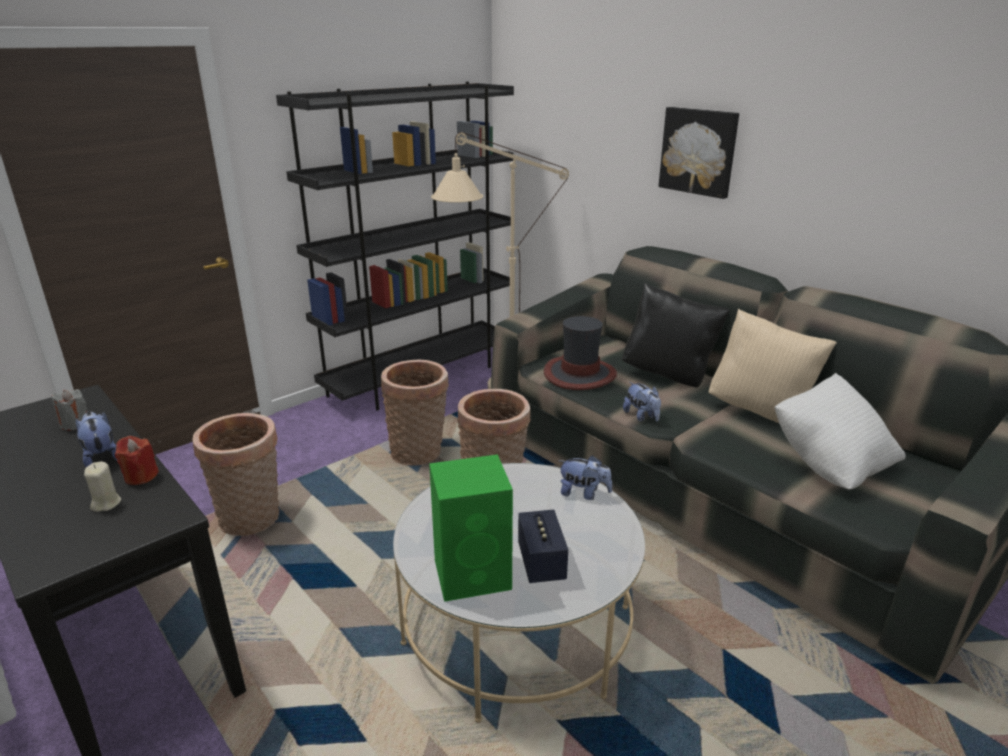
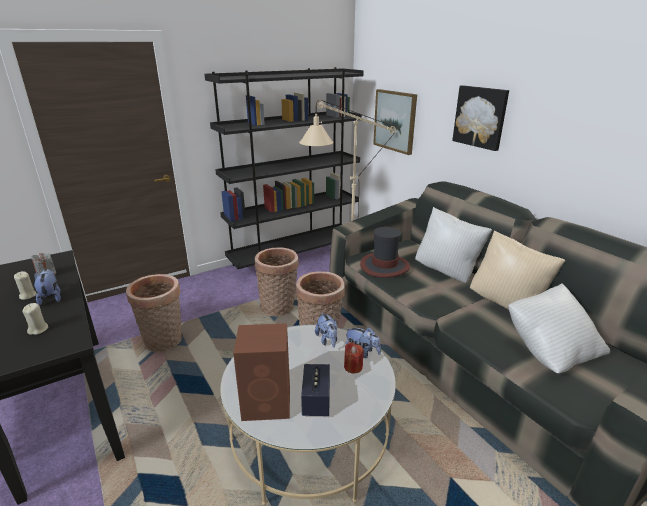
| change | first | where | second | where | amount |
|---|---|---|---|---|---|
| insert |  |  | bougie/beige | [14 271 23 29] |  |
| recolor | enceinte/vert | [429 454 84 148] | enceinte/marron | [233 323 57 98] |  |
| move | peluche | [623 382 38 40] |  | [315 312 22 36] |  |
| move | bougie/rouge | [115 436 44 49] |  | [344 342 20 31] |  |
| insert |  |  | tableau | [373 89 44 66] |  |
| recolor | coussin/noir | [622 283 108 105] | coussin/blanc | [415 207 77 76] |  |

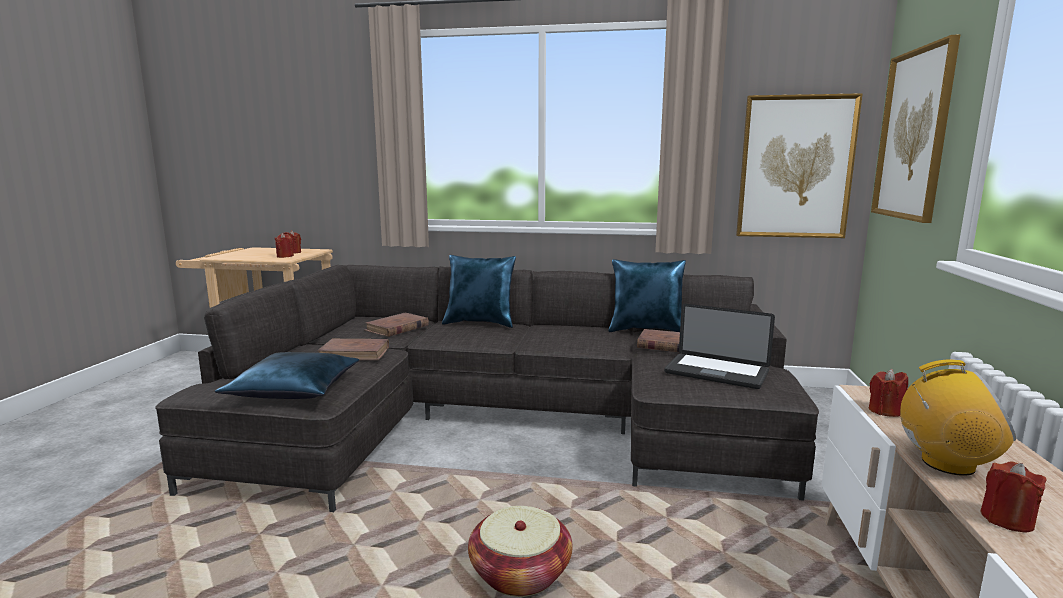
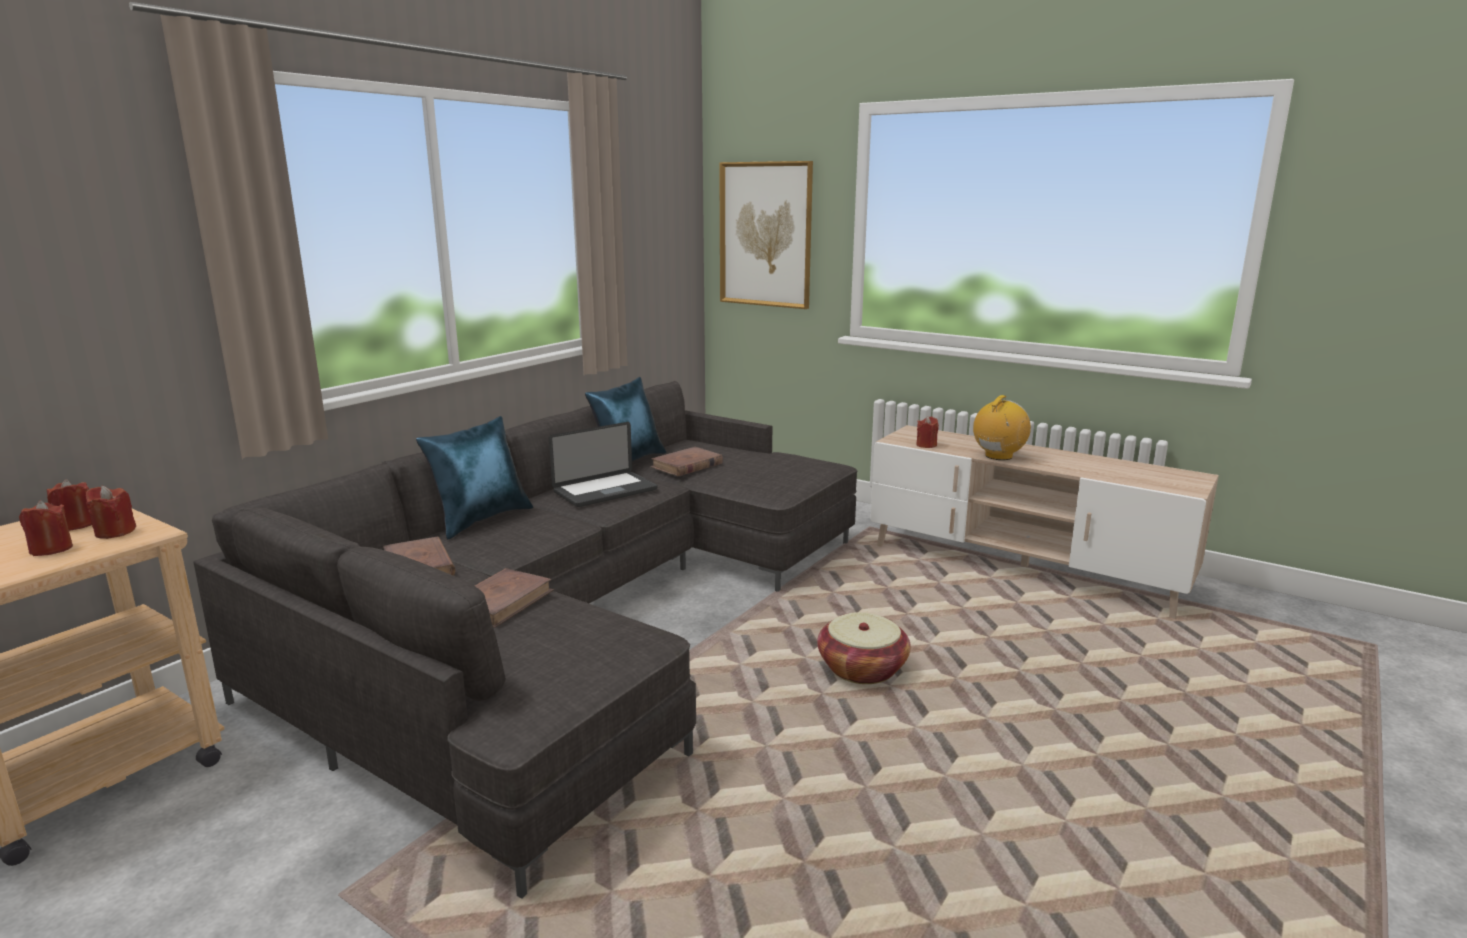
| change | first | where | second | where | amount |
|---|---|---|---|---|---|
| move | bougie/rouge | [981 461 66 72] |  | [19 500 54 56] |  |
| move | ordinateur portable | [664 304 111 85] |  | [549 422 108 85] |  |
| delete | coussin/bleu | [215 352 144 47] |  |  |  |
| delete | tableau | [736 93 127 145] |  |  |  |

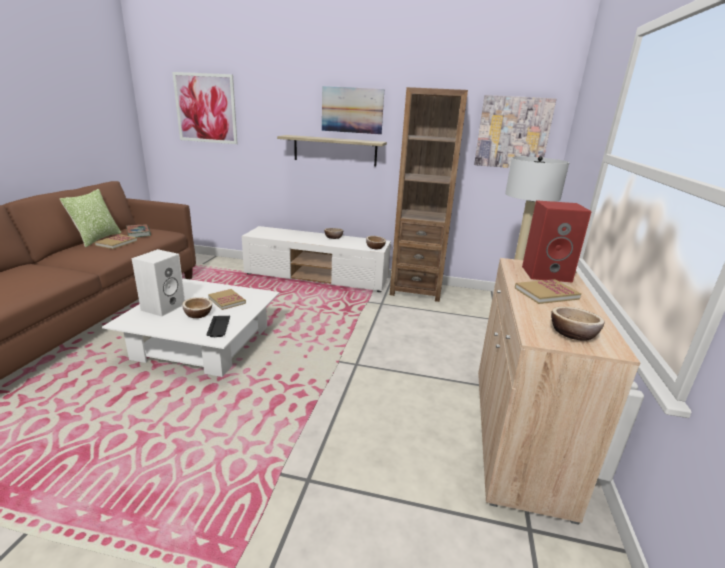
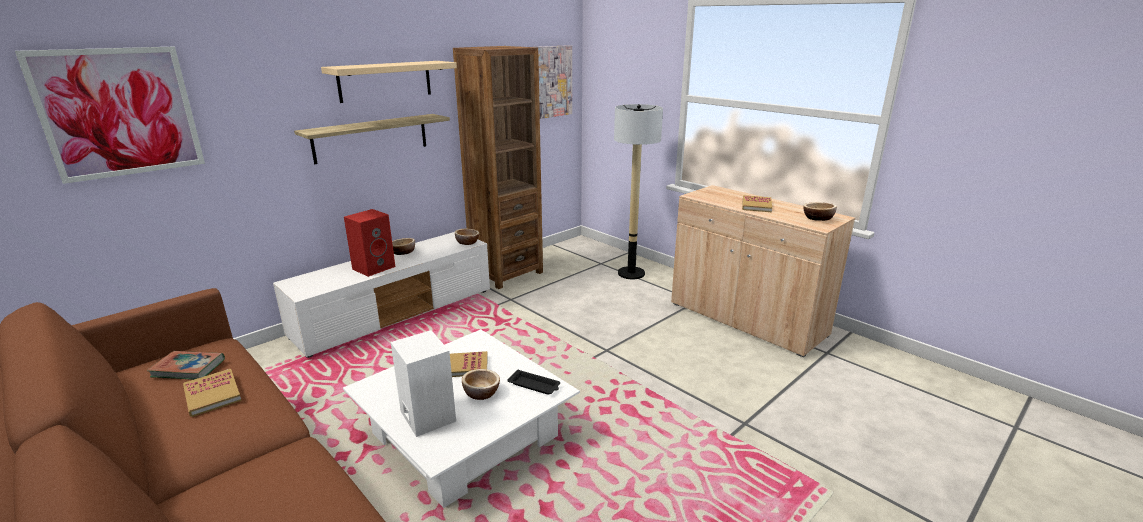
| change | first | where | second | where | amount |
|---|---|---|---|---|---|
| replace | tableau | [322 86 62 49] | étagère/beige | [321 61 136 42] |  |
| move | enceinte/rouge | [522 200 70 83] |  | [344 209 51 68] |  |
| delete | coussin | [60 189 61 58] |  |  |  |

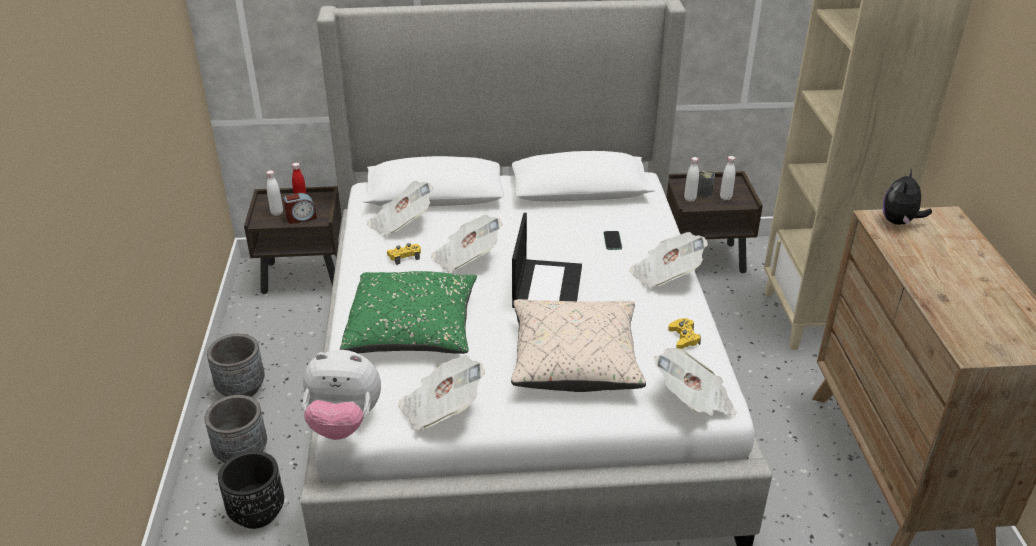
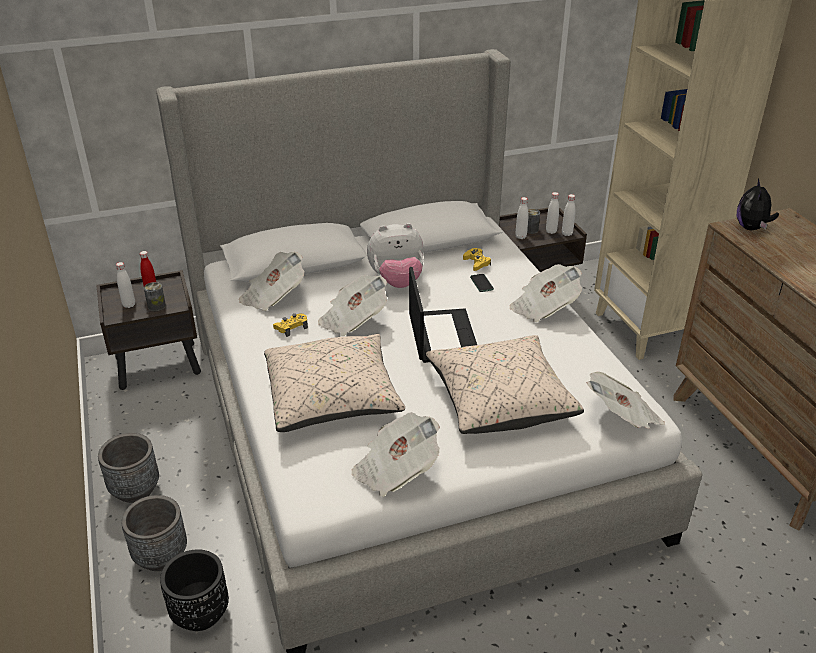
| change | first | where | second | where | amount |
|---|---|---|---|---|---|
| replace | réveil | [283 193 34 31] | boîte métallique | [144 282 22 29] |  |
| recolor | coussin/vert | [340 271 137 83] | coussin/beige | [264 334 141 98] |  |
| move | peluche | [302 350 79 90] |  | [367 223 57 65] |  |
| move | manette/jaune | [668 318 33 31] |  | [463 248 28 23] |  |
| insert |  |  | bouteille/blanc | [562 194 14 42] |  |

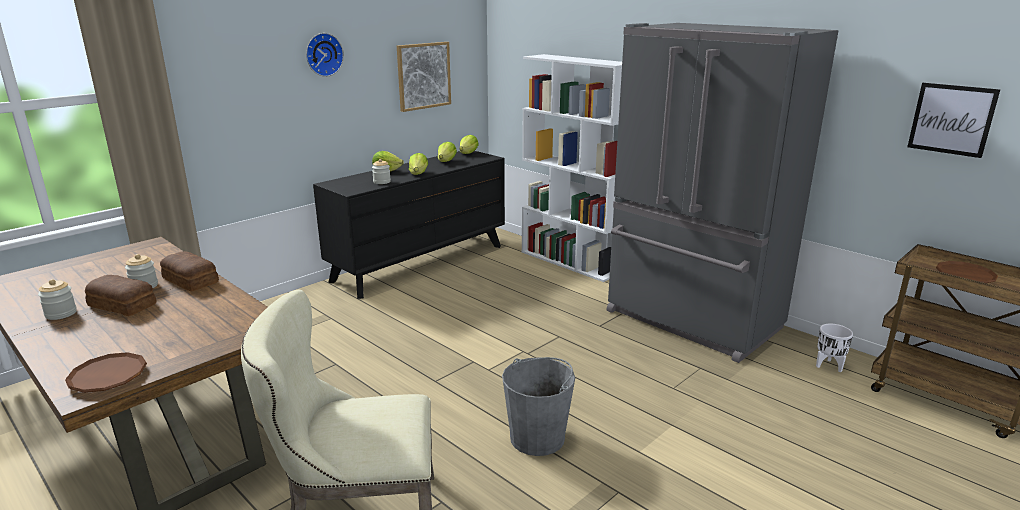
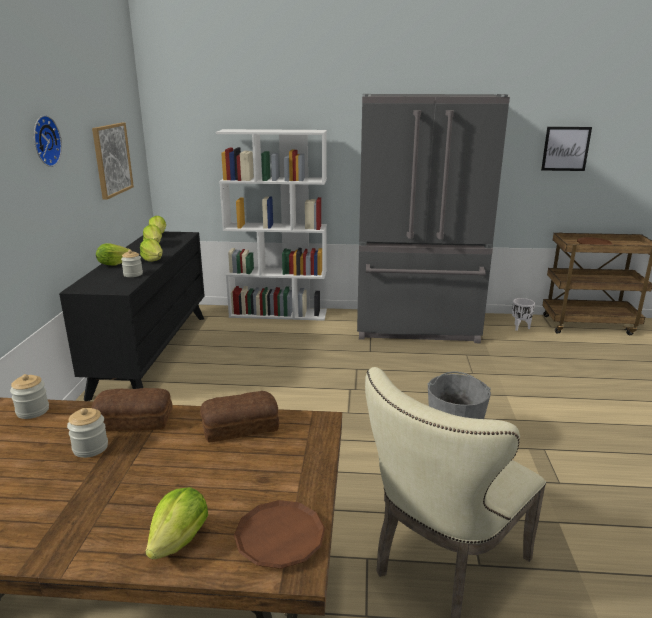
| change | first | where | second | where | amount |
|---|---|---|---|---|---|
| move | bocal | [38 279 39 41] |  | [10 374 39 45] |  |
| insert |  |  | laitue | [146 487 62 72] |  |
| move | pain | [85 275 71 41] |  | [200 391 79 52] |  |

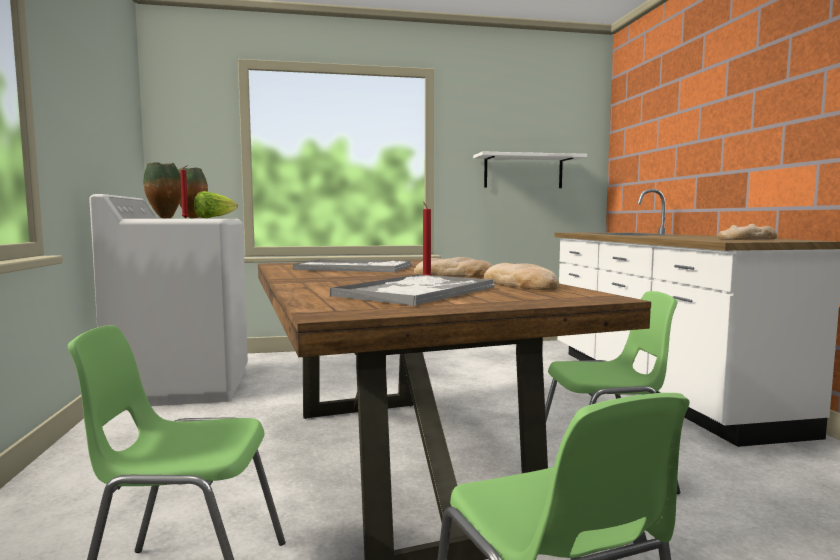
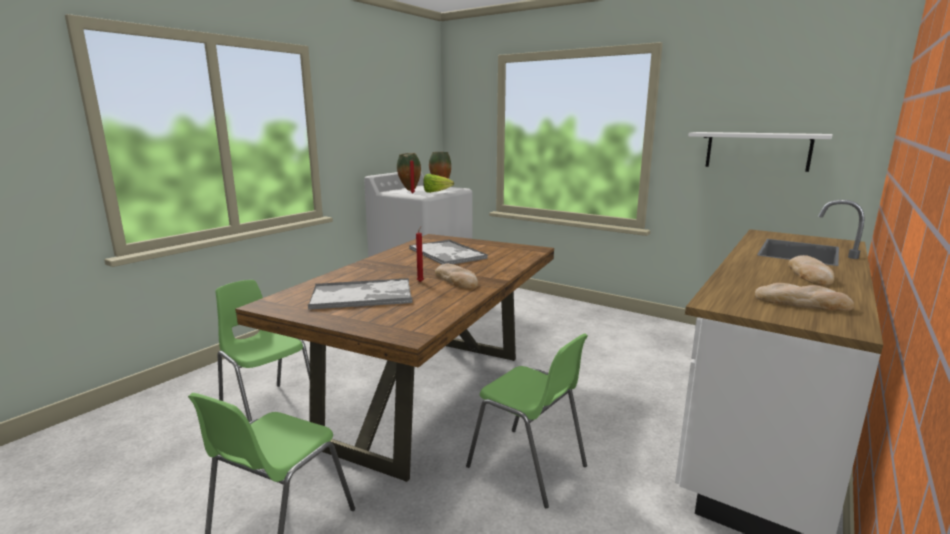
| change | first | where | second | where | amount |
|---|---|---|---|---|---|
| move | pain | [484 263 75 27] |  | [788 255 47 31] |  |

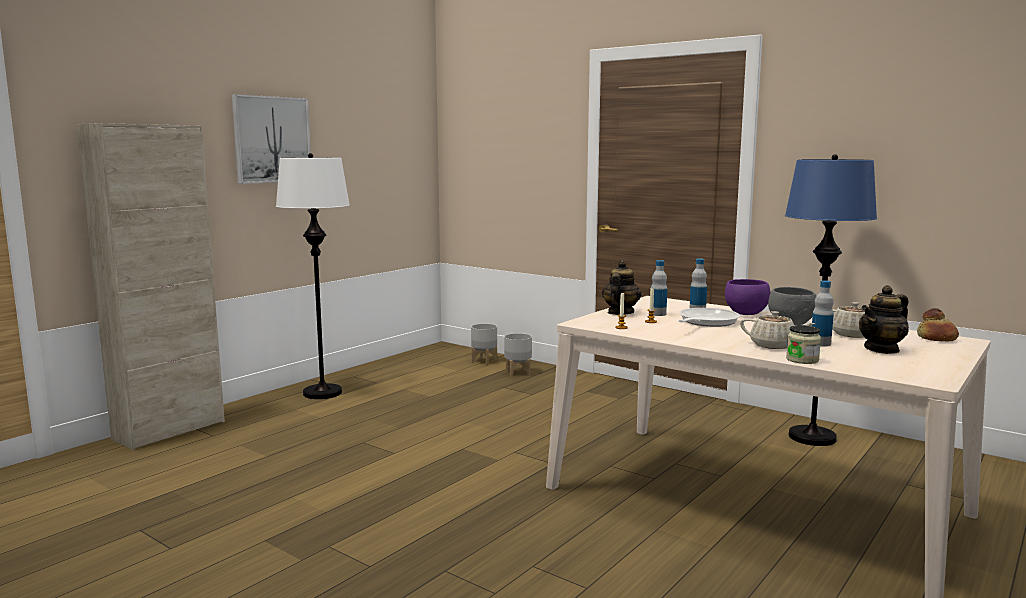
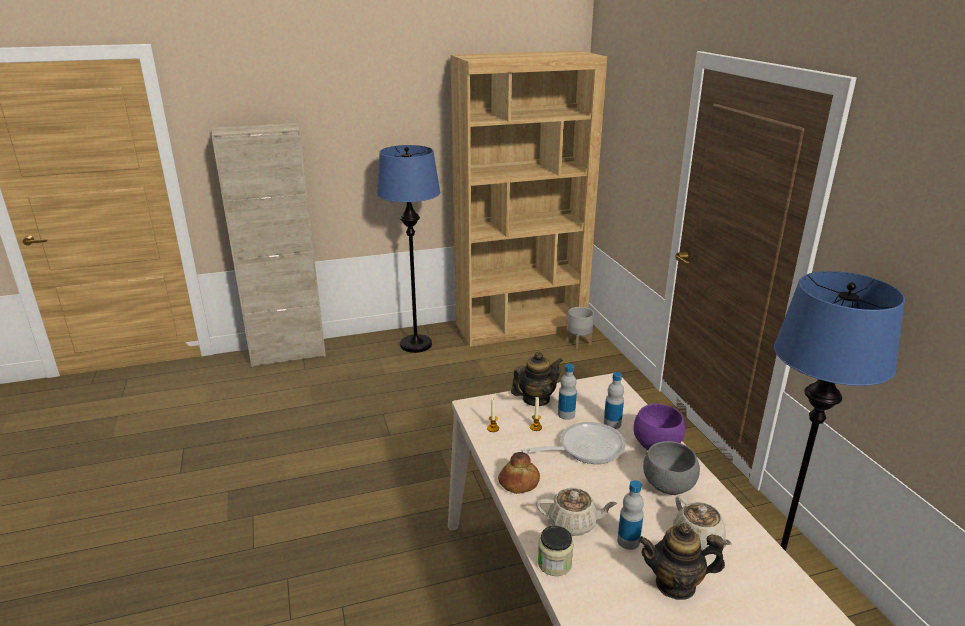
| change | first | where | second | where | amount |
|---|---|---|---|---|---|
| recolor | lampadaire/blanc | [276 153 74 246] | lampadaire/bleu | [377 145 63 208] |  |
| insert |  |  | bibliothèque/marron | [450 50 157 297] |  |
| move | pain | [917 308 42 33] |  | [498 452 42 42] |  |
| rotate | théière/beige | [740 311 75 38] |  | [536 488 81 48] | 60 degrees counterclockwise |
| delete | tableau | [232 94 79 90] |  |  |  |
| delete | cache-pot/gris | [504 333 28 44] |  |  |  |

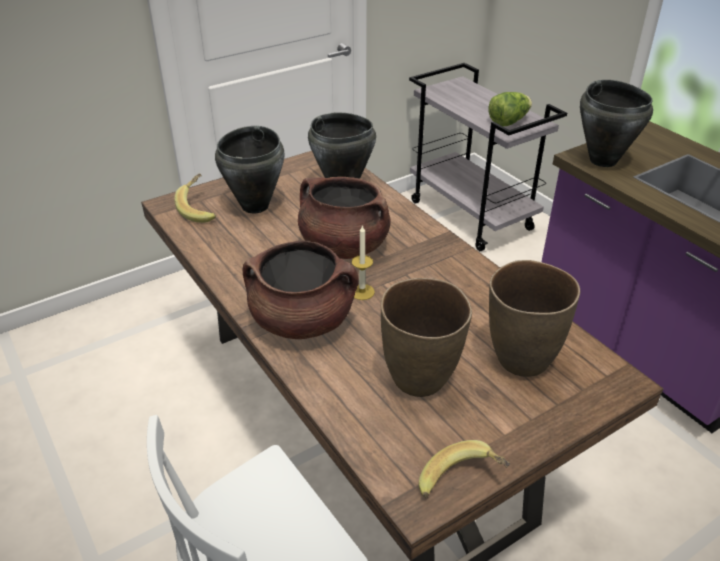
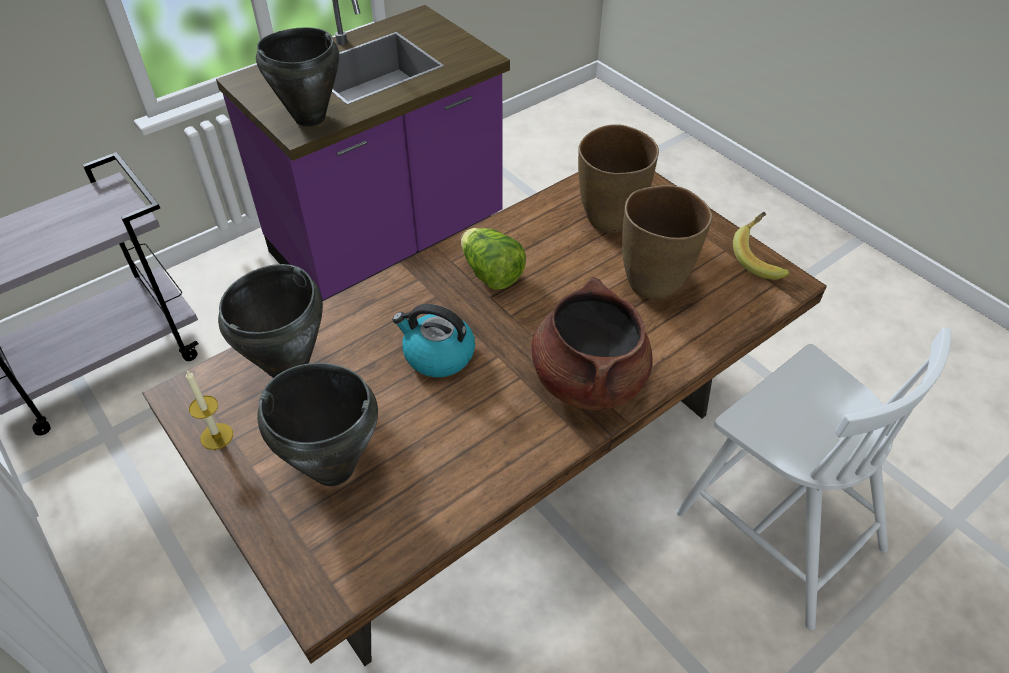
| change | first | where | second | where | amount |
|---|---|---|---|---|---|
| move | bougie | [351 225 24 75] |  | [186 371 47 79] |  |
| replace | marmite/marron | [298 177 93 82] | bouilloire | [392 304 83 73] |  |
| move | laitue | [488 92 44 34] |  | [461 228 65 62] |  |
| delete | banane | [175 173 41 50] |  |  |  |

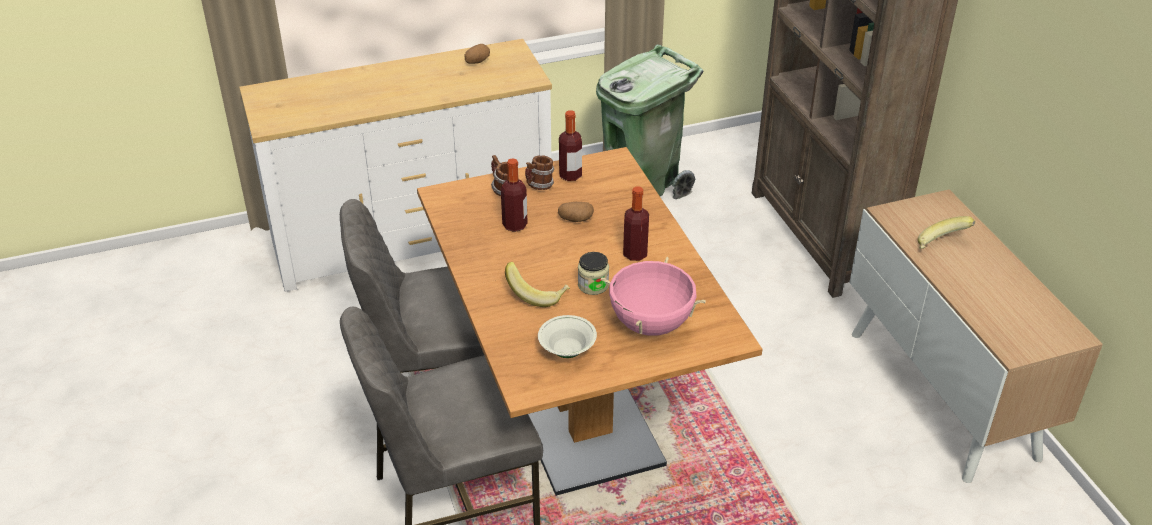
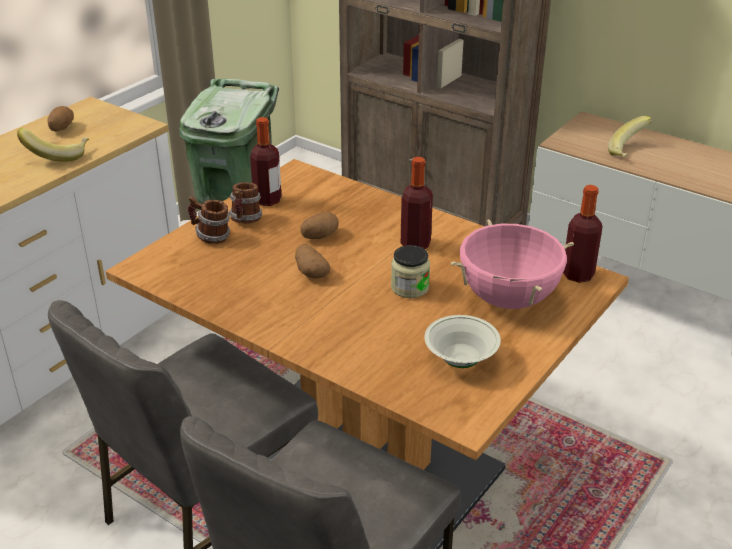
| change | first | where | second | where | amount |
|---|---|---|---|---|---|
| move | banane | [505 262 65 45] |  | [17 128 72 34] |  |
| insert |  |  | pomme de terre | [295 244 35 35] |  |
| move | bouteille | [501 158 27 74] |  | [563 185 39 98] |  |

